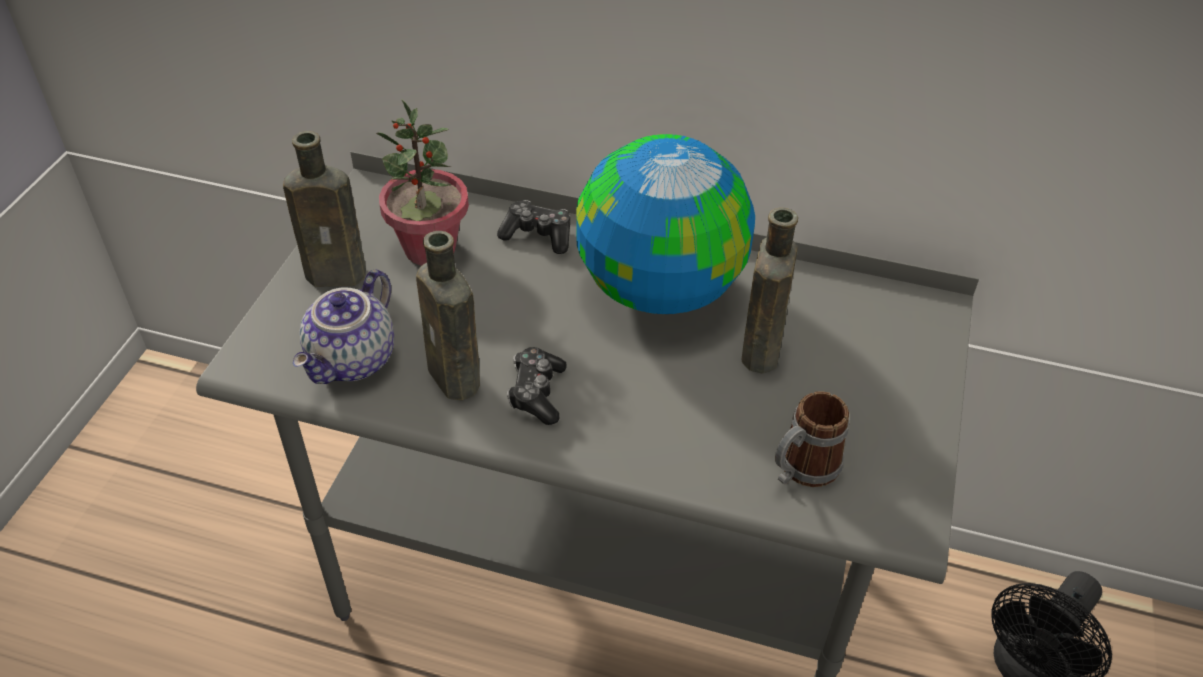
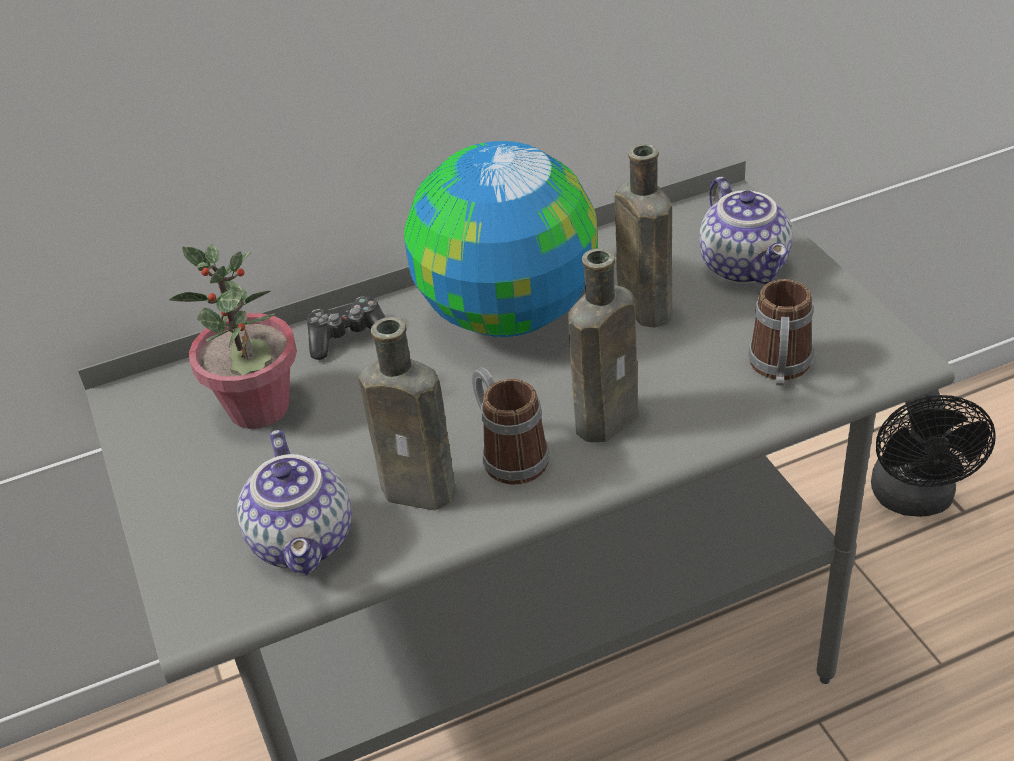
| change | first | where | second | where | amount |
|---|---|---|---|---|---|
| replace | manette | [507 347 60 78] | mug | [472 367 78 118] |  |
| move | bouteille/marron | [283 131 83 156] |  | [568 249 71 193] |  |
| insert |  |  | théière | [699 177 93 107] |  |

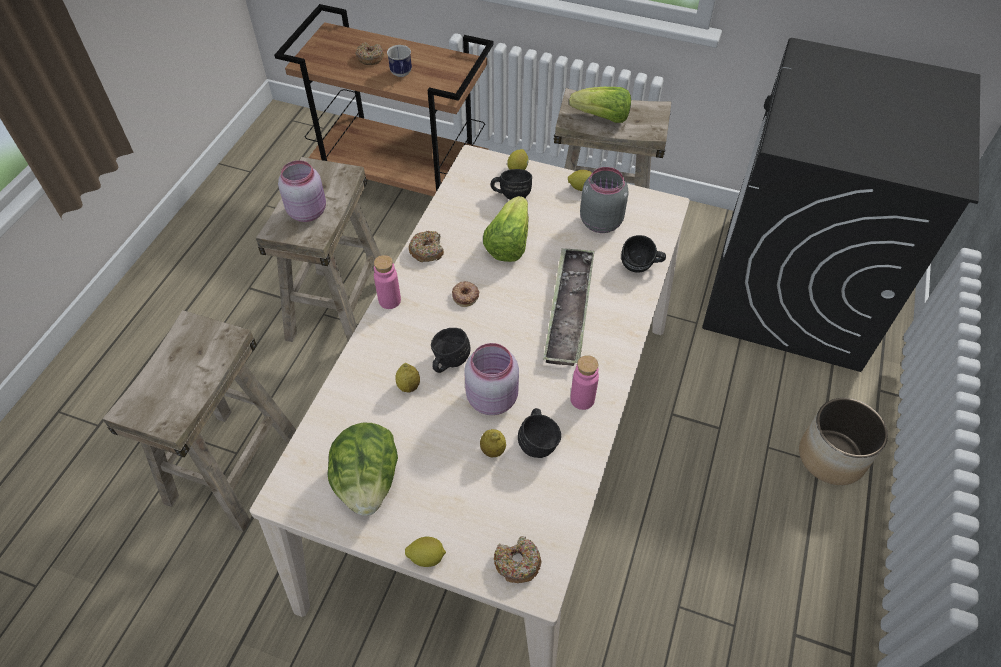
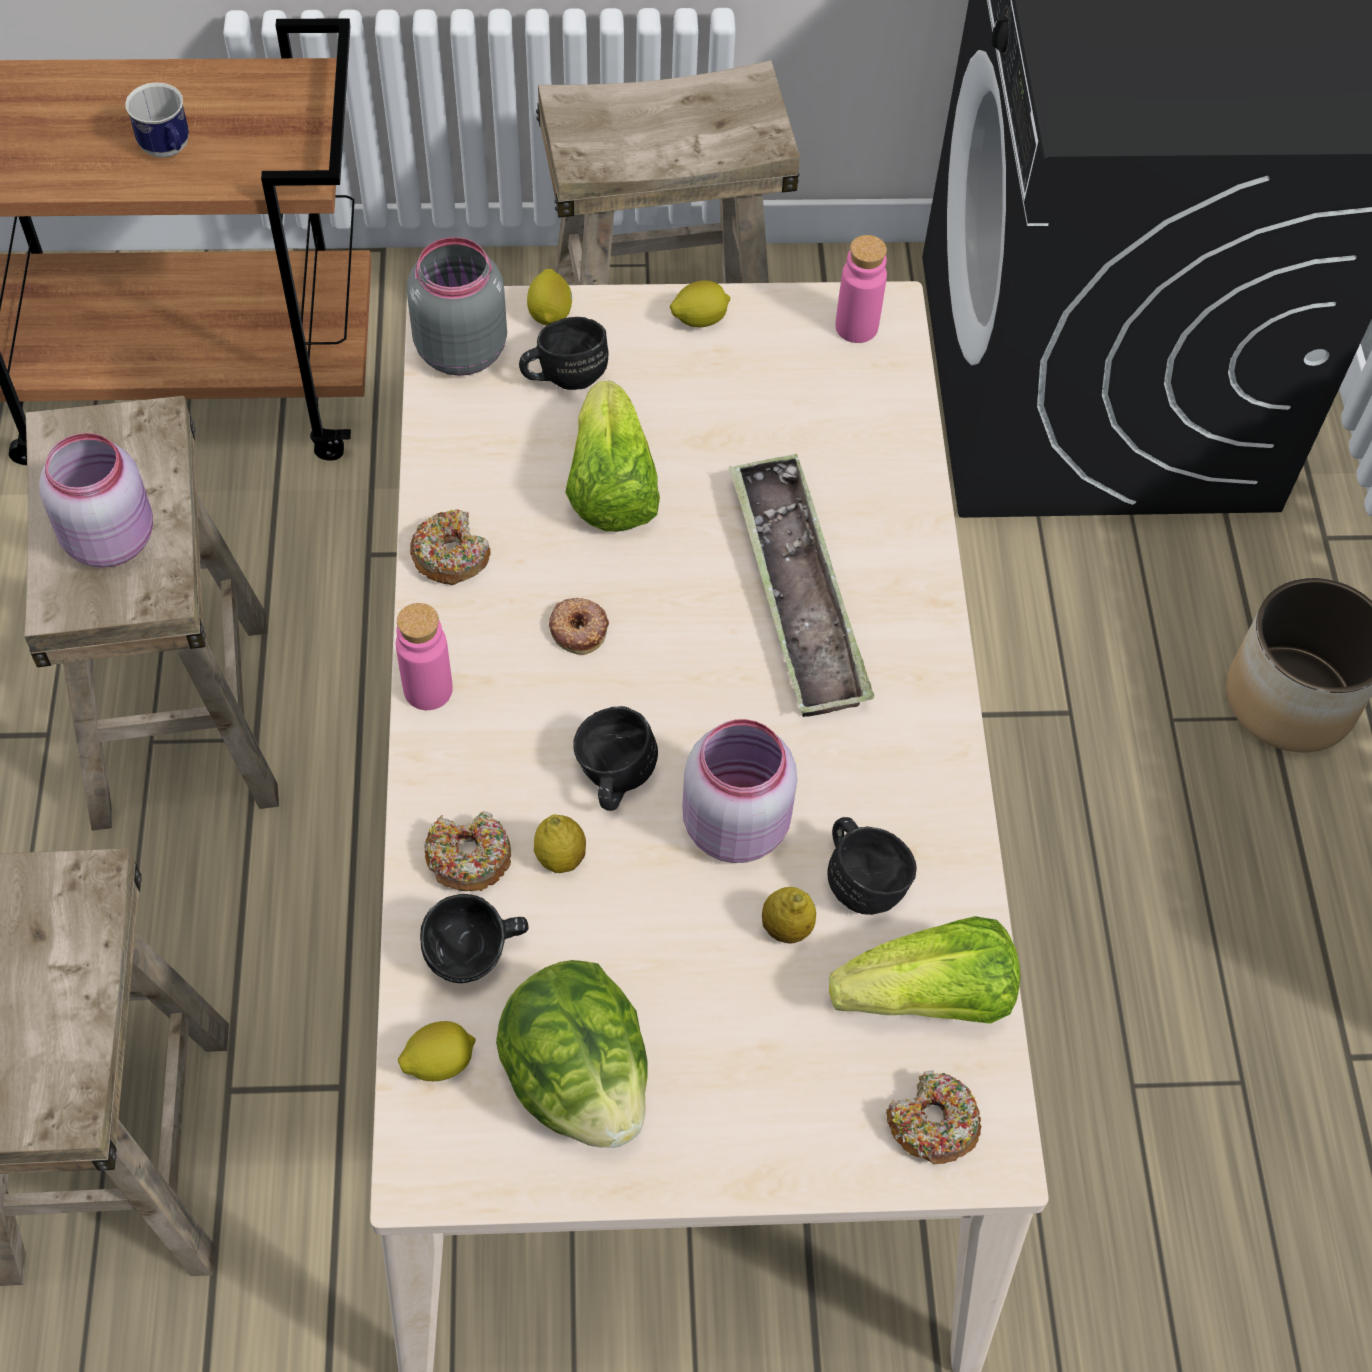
| change | first | where | second | where | amount |
|---|---|---|---|---|---|
| move | citron | [405 537 41 30] |  | [398 1021 78 60] |  |
| move | bocal/gris | [580 167 49 66] |  | [407 237 100 139] |  |
| move | mug/noir | [621 235 45 38] |  | [420 894 109 89] |  |
| move | beignet | [356 42 28 23] |  | [424 811 87 80] |  |
| move | laitue | [569 87 62 36] |  | [829 916 192 108] |  |
| move | bouteille/rose | [570 355 29 55] |  | [835 235 52 108] |  |

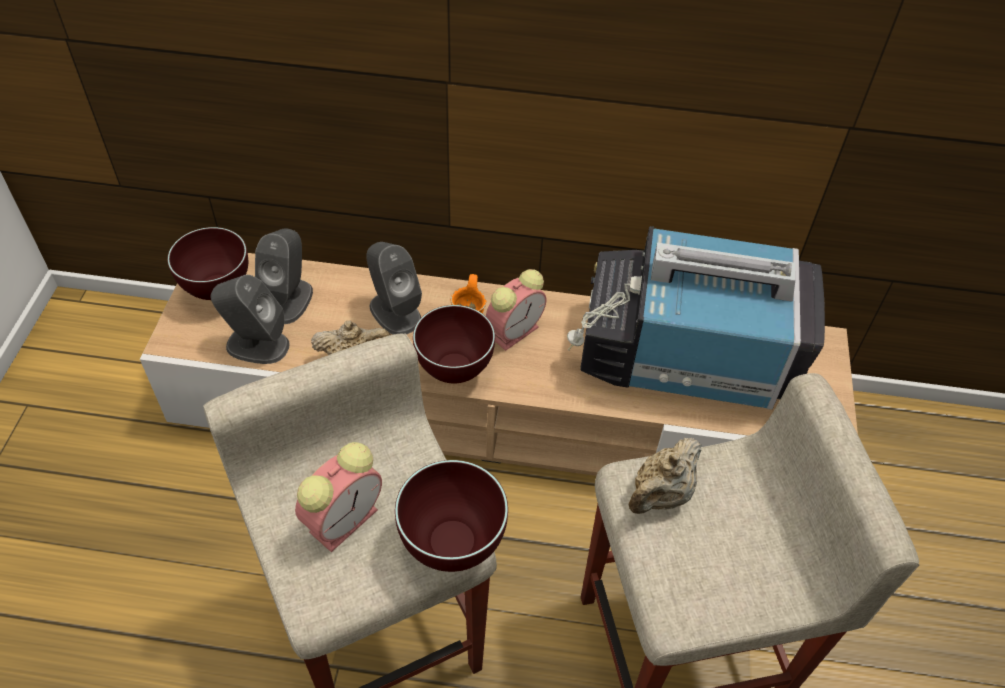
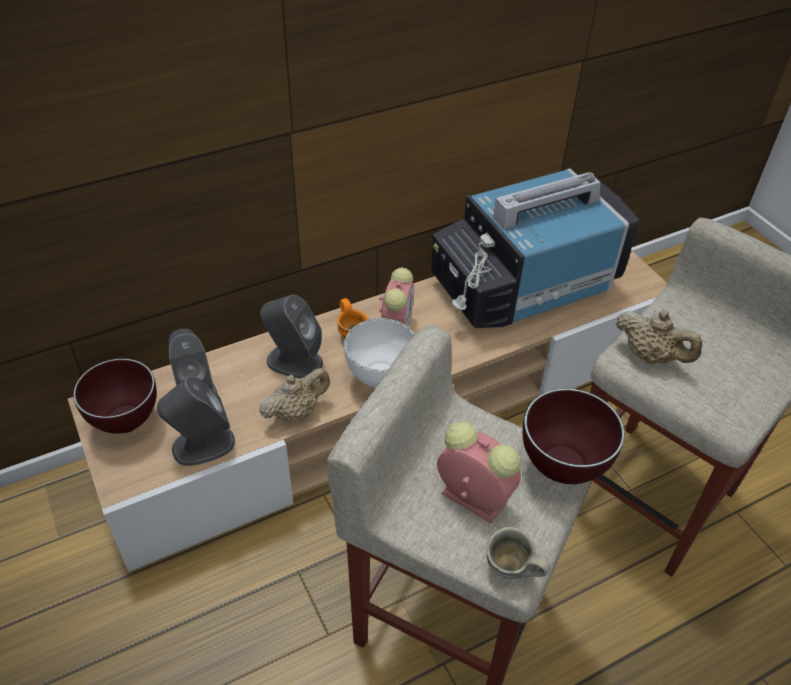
| change | first | where | second | where | amount |
|---|---|---|---|---|---|
| recolor | bol/marron | [413 305 82 78] | bol/blanc | [344 318 71 70] |  |
| rotate | réveil | [295 442 87 110] |  | [437 421 84 103] | 60 degrees counterclockwise |
| insert |  |  | mug/gris | [487 527 63 52] |  |
| rotate | théière/beige | [629 438 72 76] |  | [616 310 86 54] | 60 degrees counterclockwise |

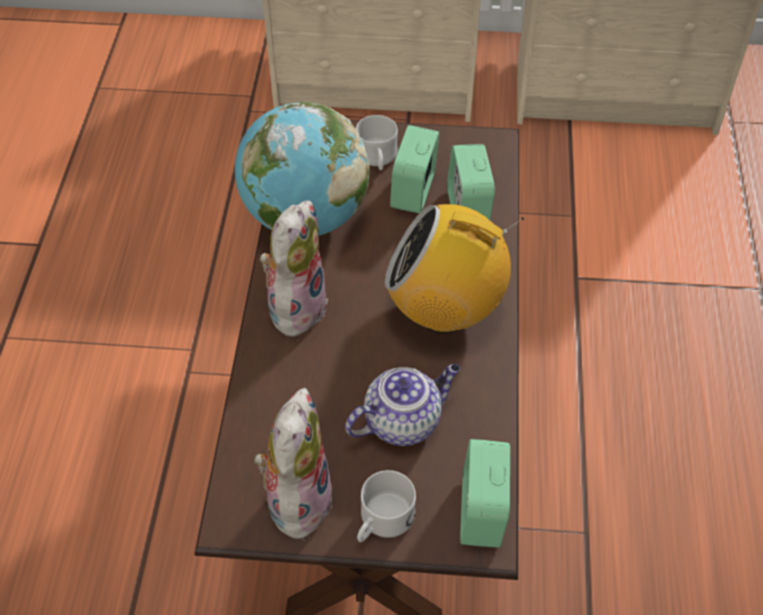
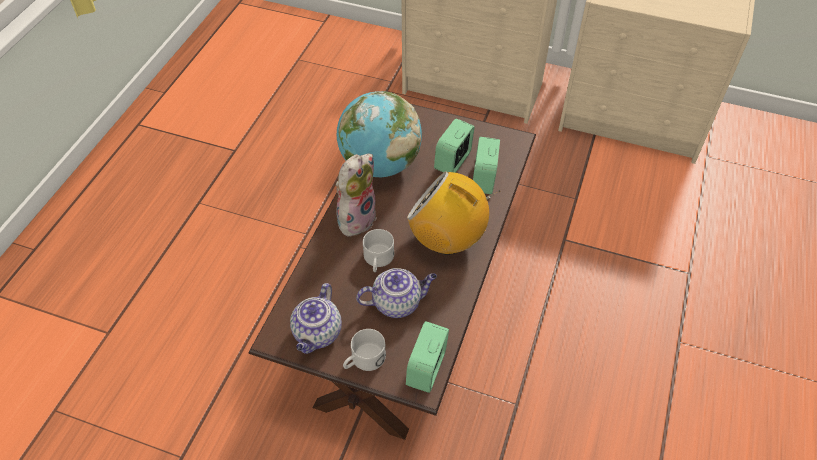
| change | first | where | second | where | amount |
|---|---|---|---|---|---|
| replace | peluche | [254 388 78 151] | théière | [290 283 52 71] |  |
| move | mug/blanc | [356 115 42 55] |  | [363 229 31 43] |  |

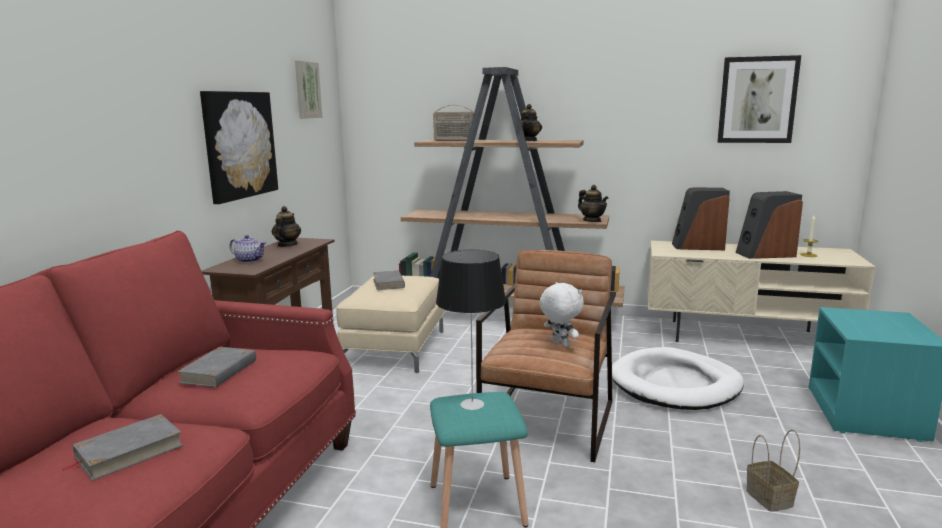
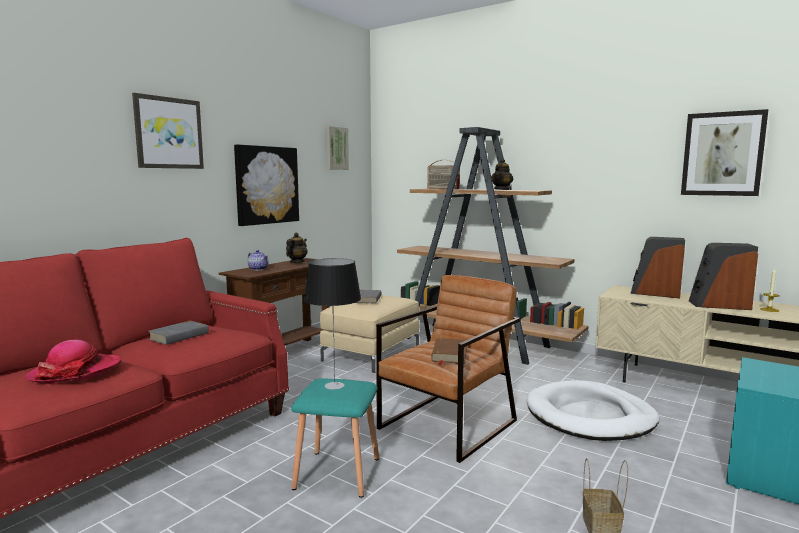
| change | first | where | second | where | amount |
|---|---|---|---|---|---|
| replace | livre/gris | [62 414 121 67] | chapeau | [24 340 98 44] |  |
| insert |  |  | tableau | [132 93 72 76] |  |
| replace | peluche/blanc | [539 282 45 65] | livre/marron | [432 338 35 28] |  |
| delete | théière | [578 185 30 37] |  |  |  |

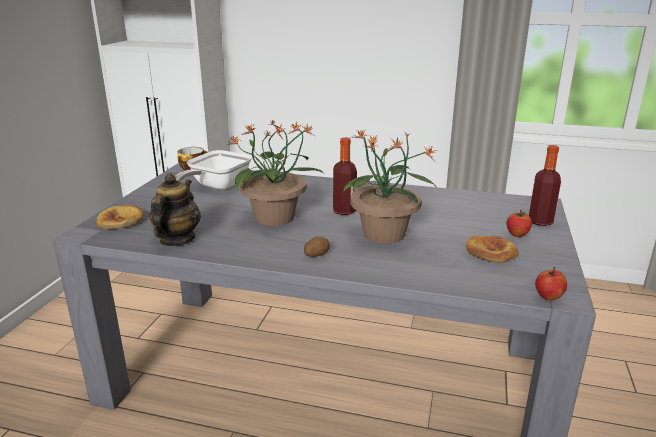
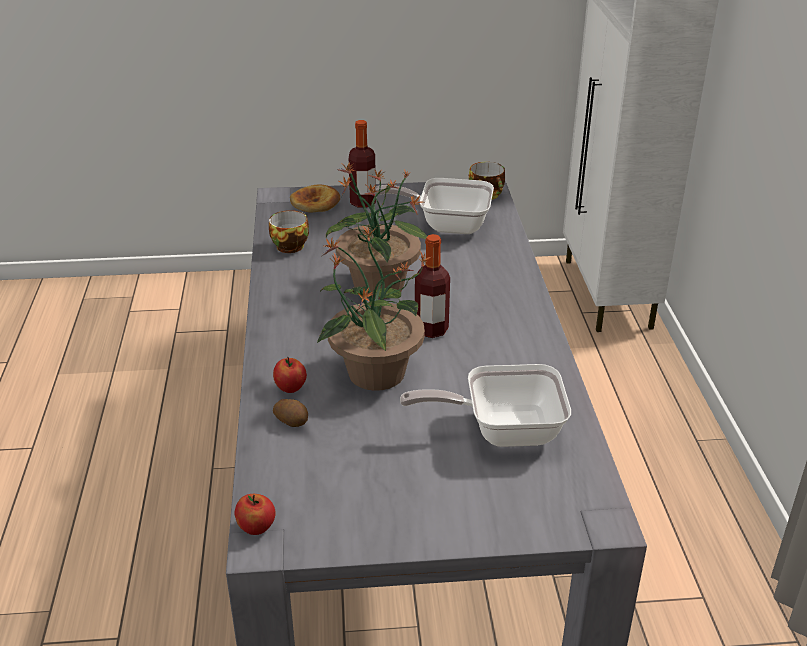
| change | first | where | second | where | amount |
|---|---|---|---|---|---|
| replace | théière | [149 173 52 73] | tasse | [269 210 40 43] |  |
| move | pomme | [506 210 26 27] |  | [273 357 34 36] |  |
| move | pomme de terre | [304 237 26 20] |  | [273 399 35 28] |  |
| move | bouteille | [529 145 32 81] |  | [349 120 27 87] |  |
| insert |  |  | poêle | [400 364 171 83] |  |
| delete | pain | [466 235 53 28] |  |  |  |

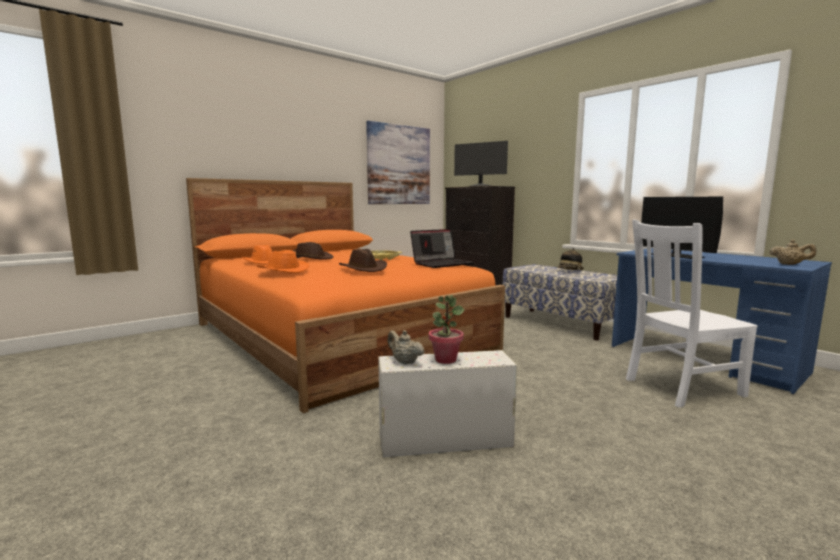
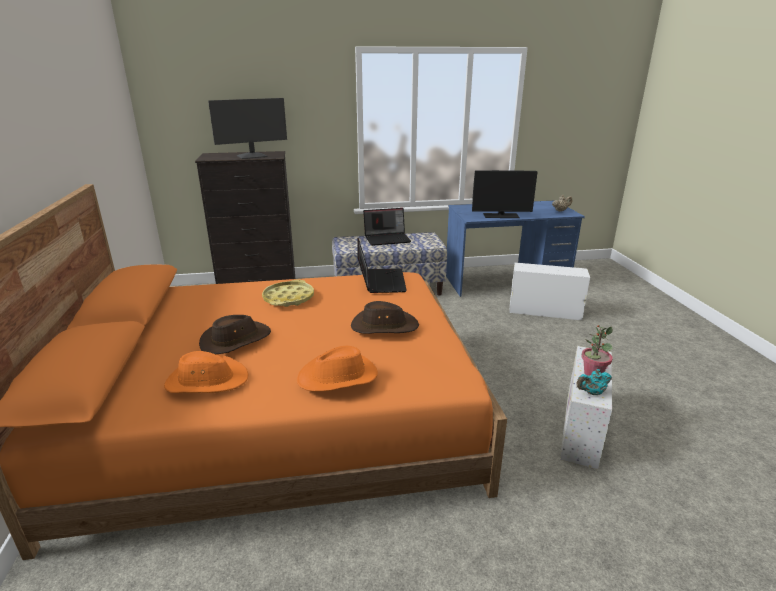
| change | first | where | second | where | amount |
|---|---|---|---|---|---|
| replace | chapeau | [557 248 27 22] | ordinateur portable | [363 208 48 38] |  |
| replace | chaise/blanc | [626 219 132 189] | boîte de rangement/blanc | [509 263 81 57] |  |
| recolor | théière/beige | [387 330 38 35] | théière/turquoise | [576 369 36 26] |  |
| delete | tableau | [366 121 64 83] |  |  |  |

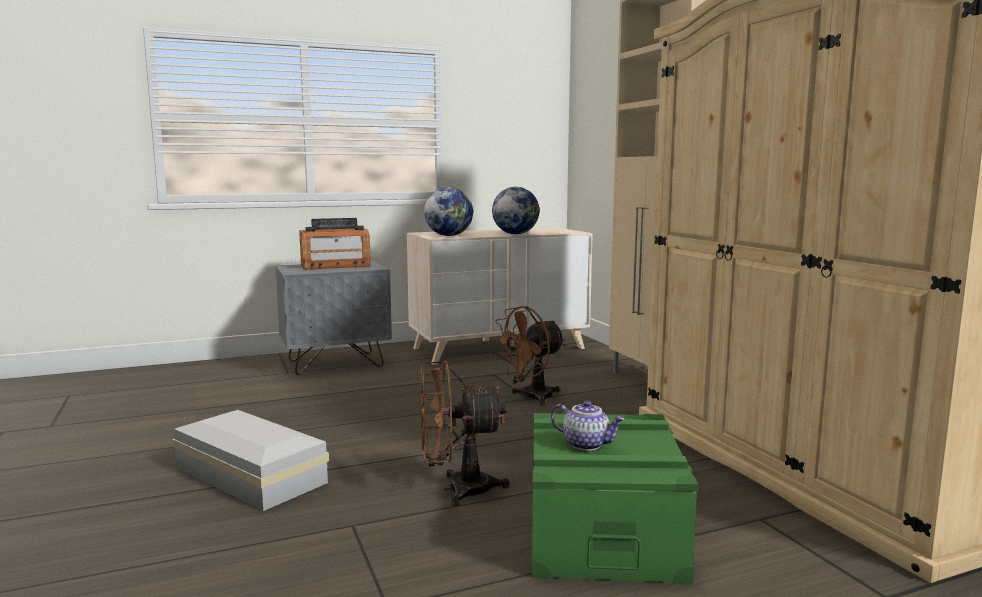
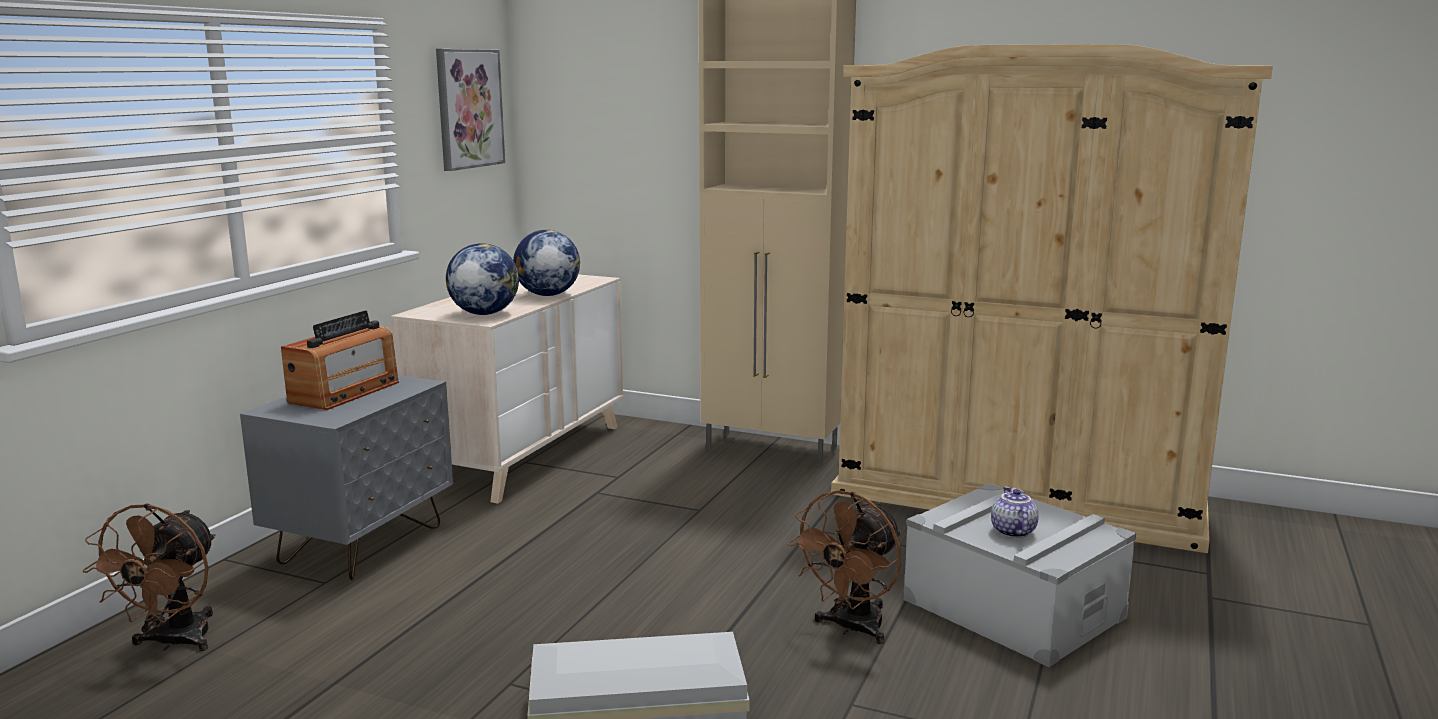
| change | first | where | second | where | amount |
|---|---|---|---|---|---|
| move | ventilateur/marron | [492 306 73 100] |  | [83 503 133 148] |  |
| insert |  |  | tableau | [436 49 69 122] |  |
| recolor | boîte de rangement/vert | [532 413 166 171] | boîte de rangement/gris | [903 483 233 184] |  |
| rotate | théière | [551 400 74 51] |  | [991 487 48 51] | 75 degrees counterclockwise |

